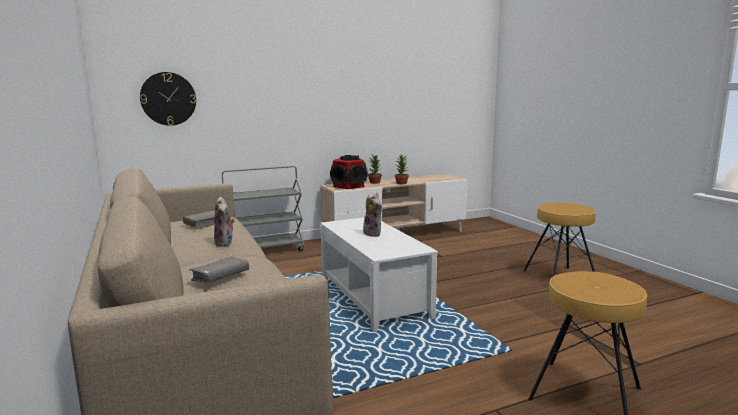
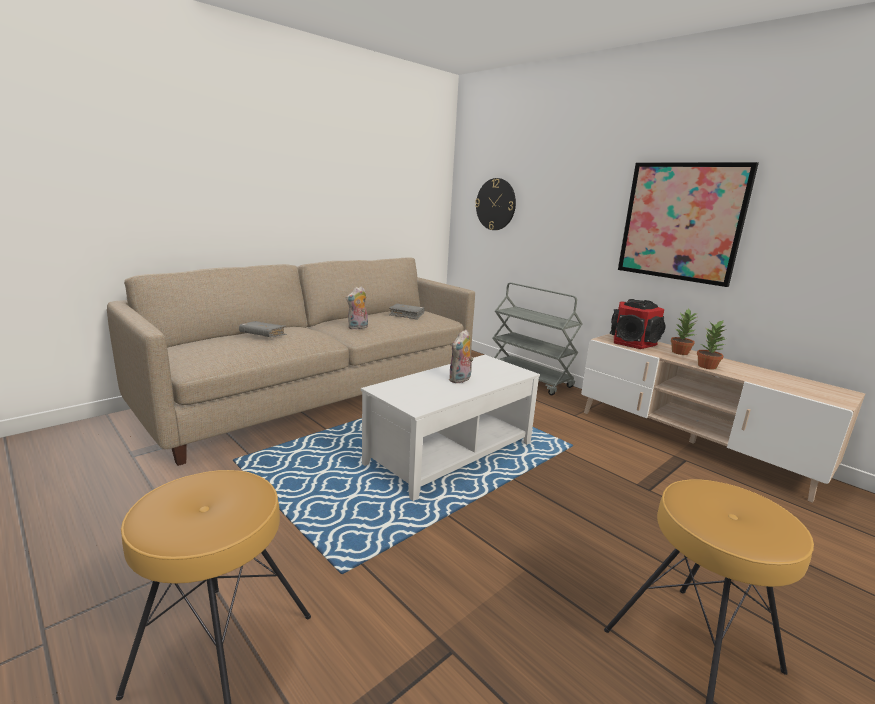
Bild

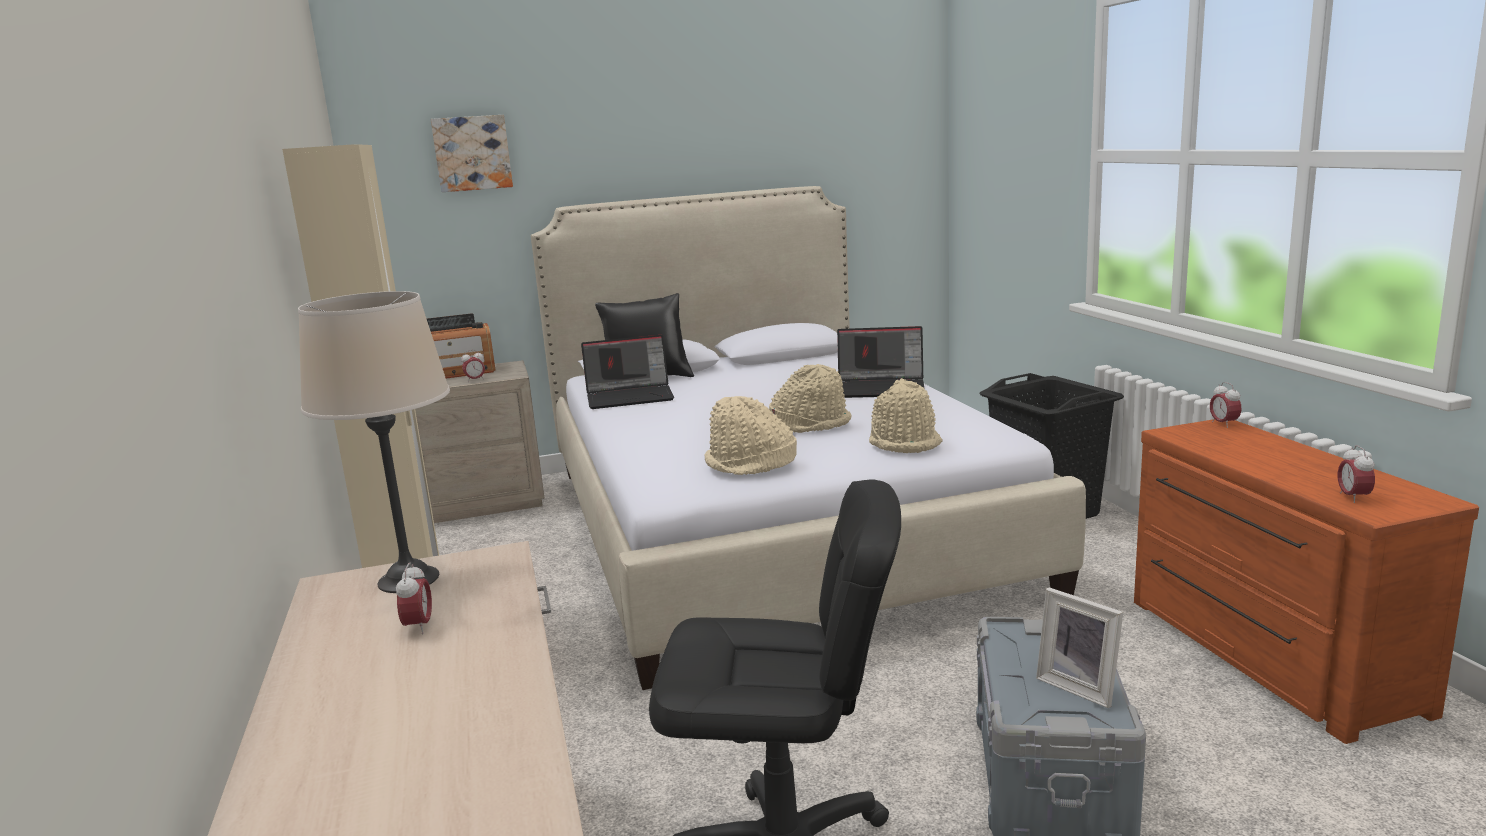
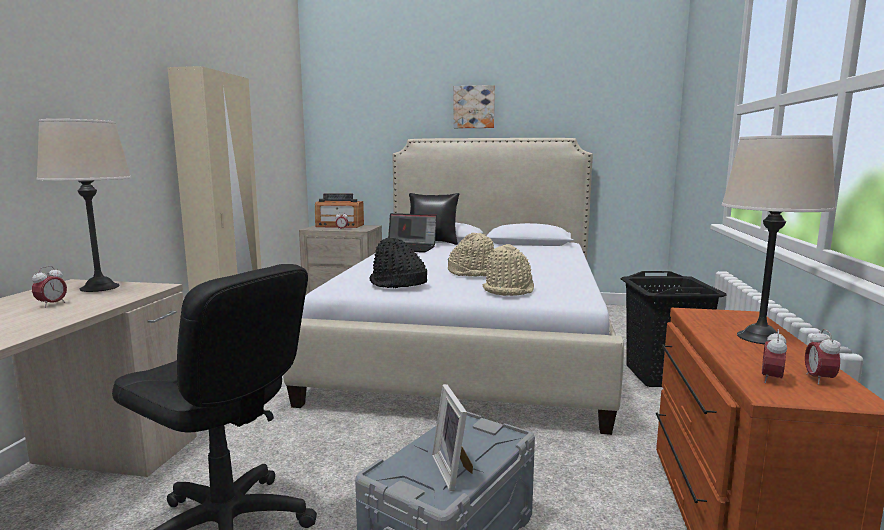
Laptop (no. 2 from left in the first image)
Tischlampe/beige (no. 2 from left)
Bild
Wecker (no. 4 from left)
Hut/schwarz

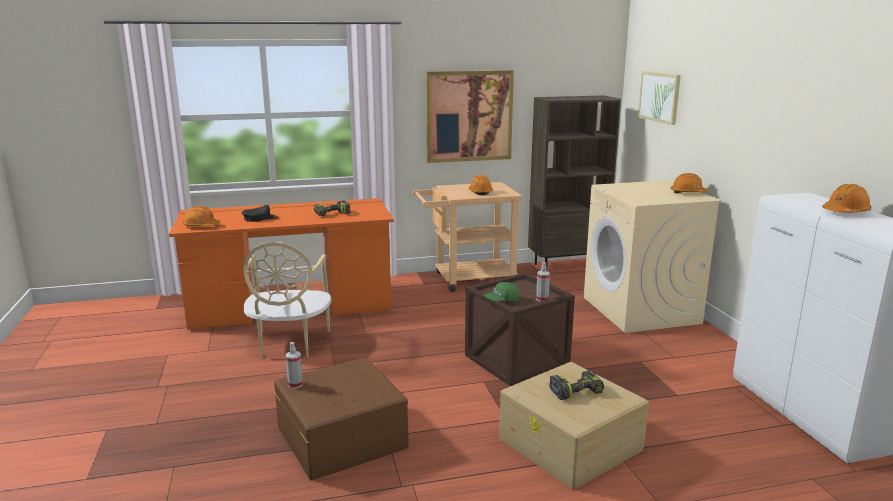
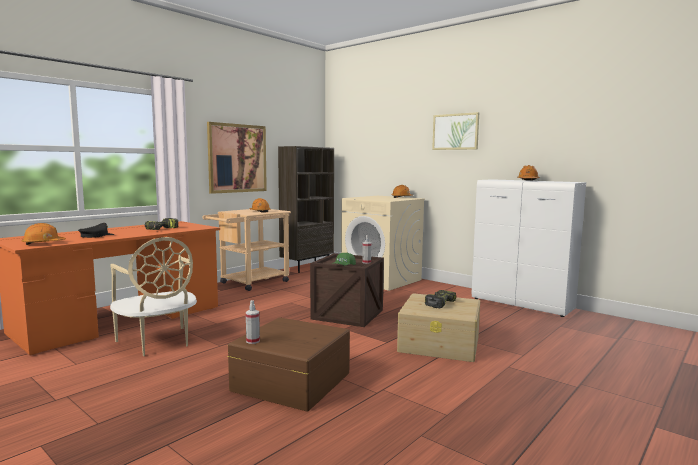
Bild (no. 2 from left)

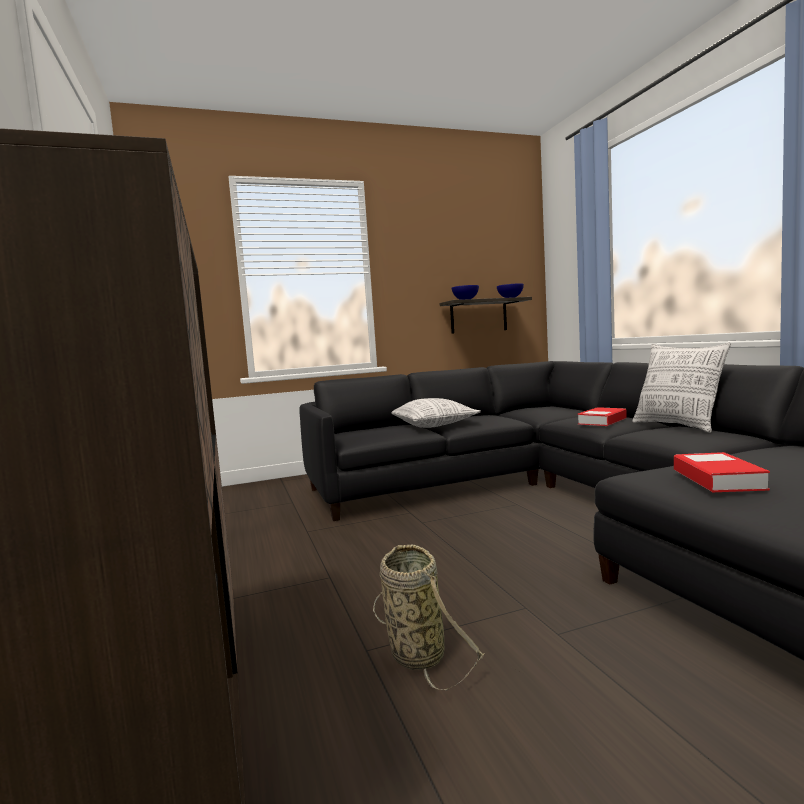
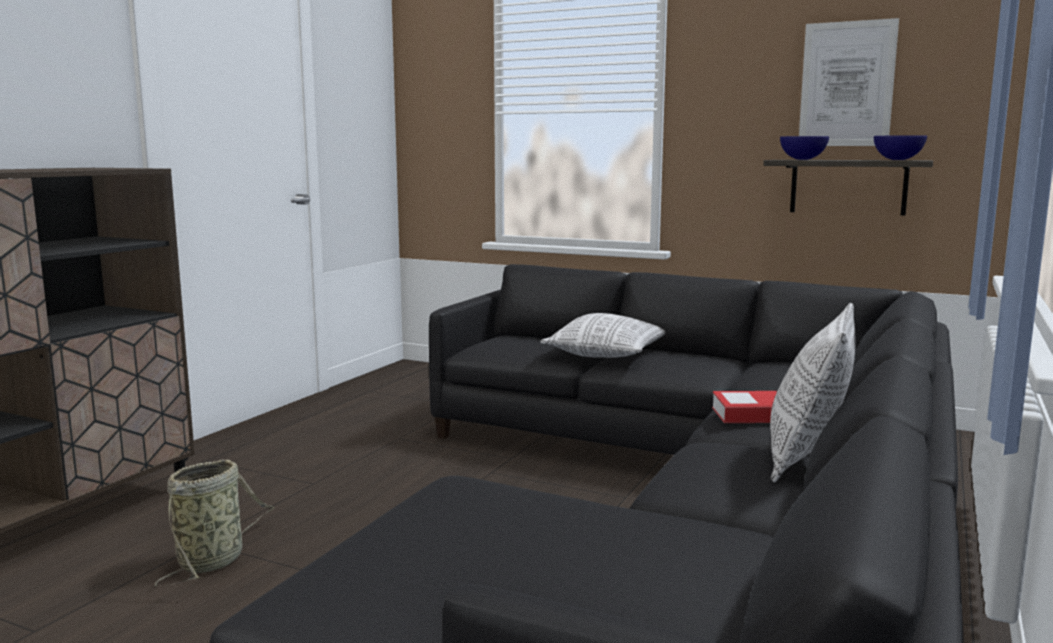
Buch (no. 2 from left in the first image)
Bild

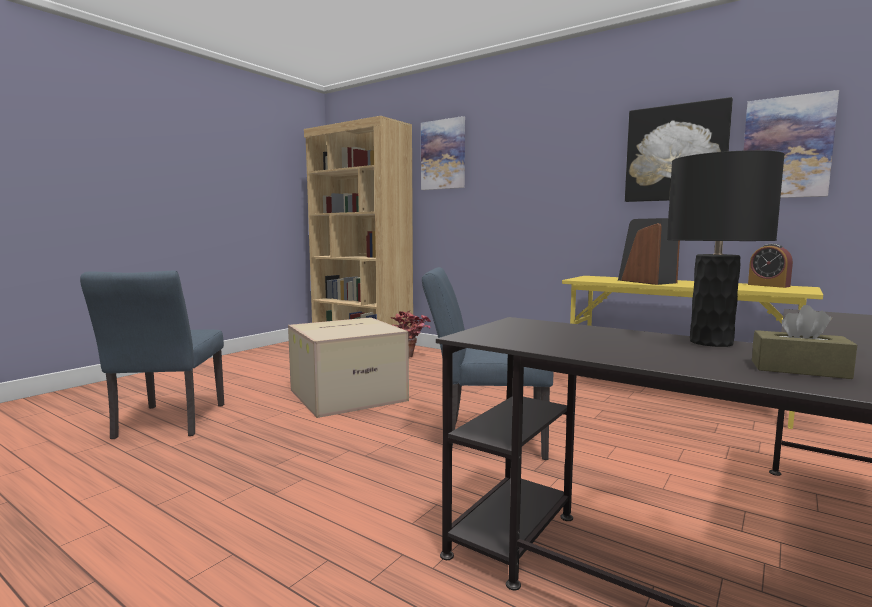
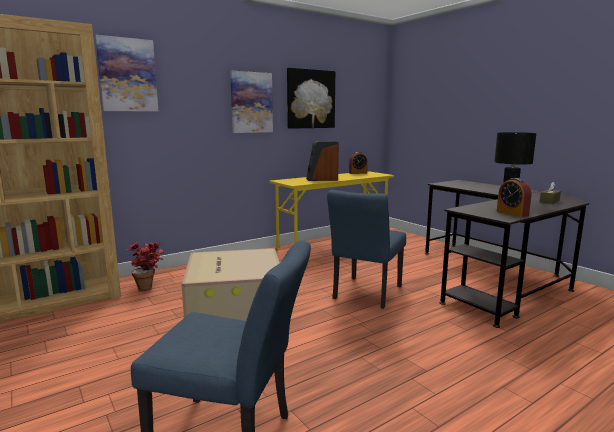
Wecker (no. 2 from left)
Bild (no. 2 from left)

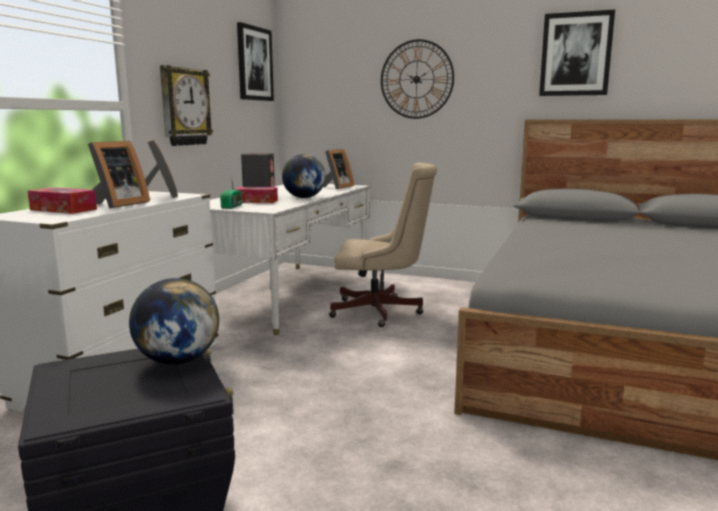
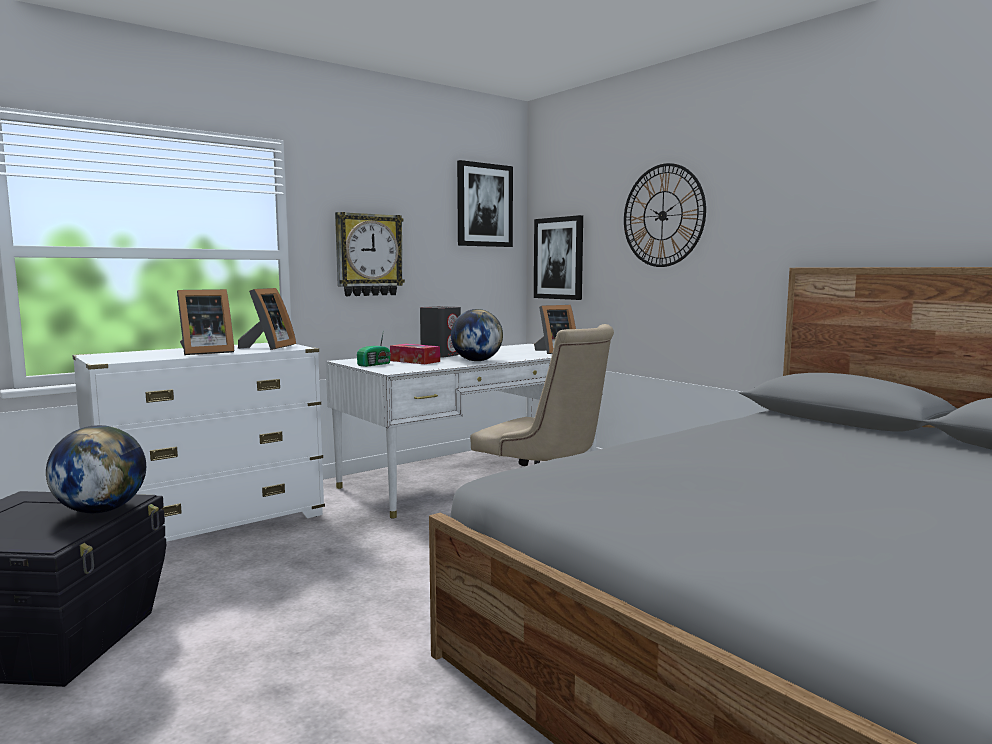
Taschentuchbox (no. 1 from left in the first image)
Bild (no. 2 from left)

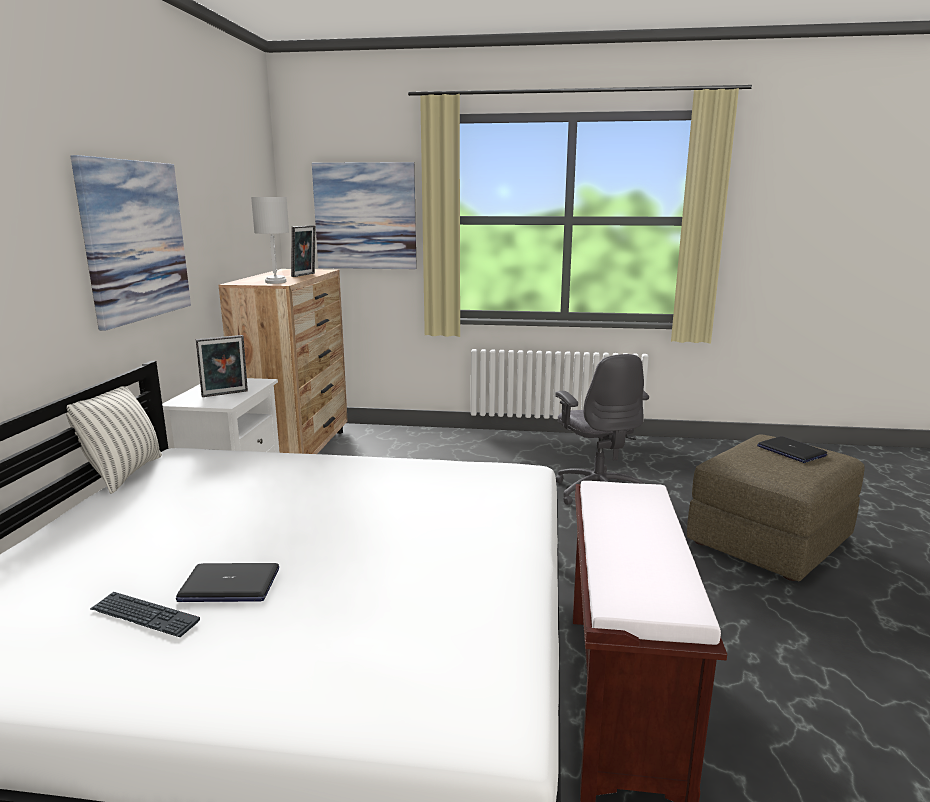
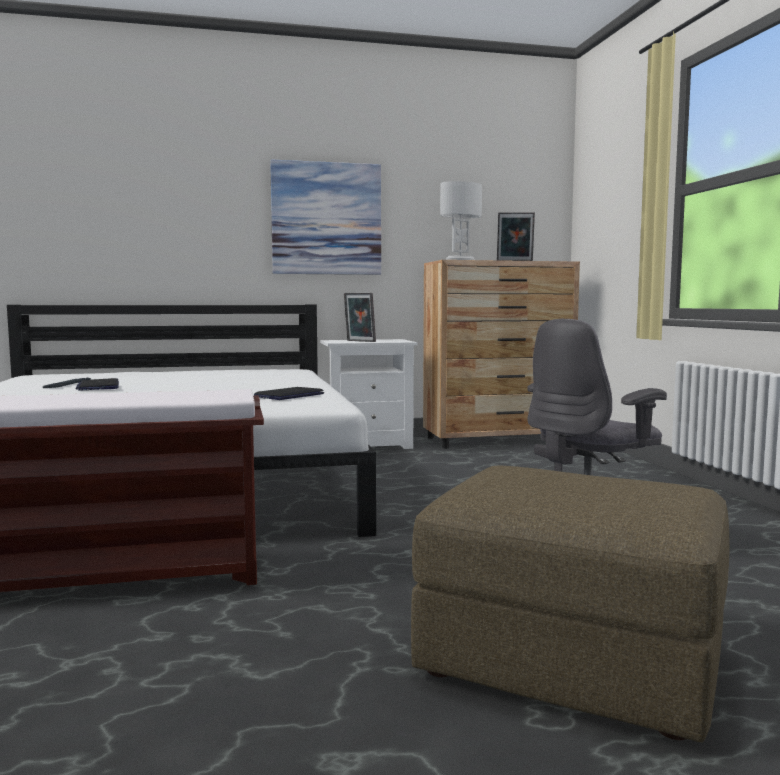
Kissen
Bild (no. 2 from left in the first image)
Laptop (no. 2 from left)

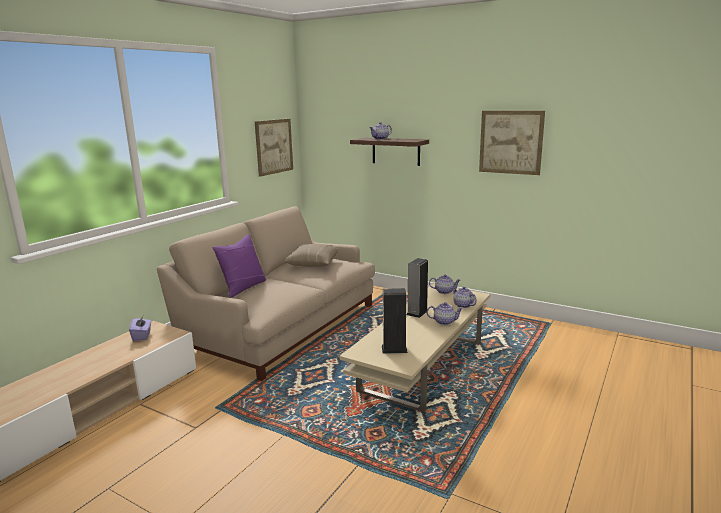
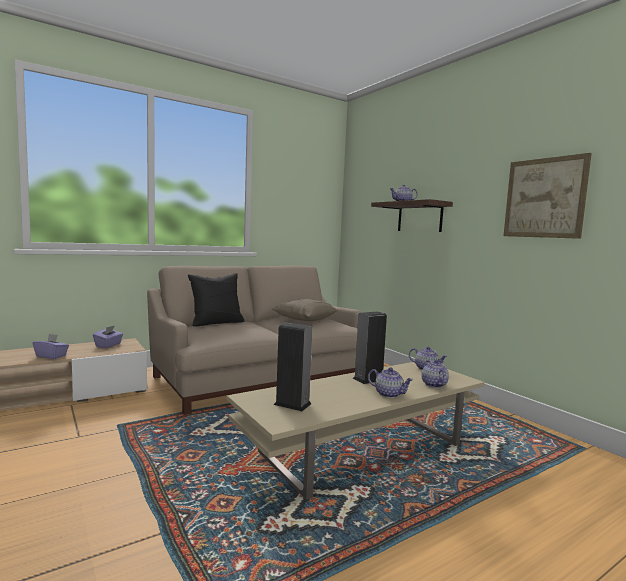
Bild (no. 1 from left in the first image)
Taschentuchbox/lila (no. 1 from left)
Kissen/schwarz

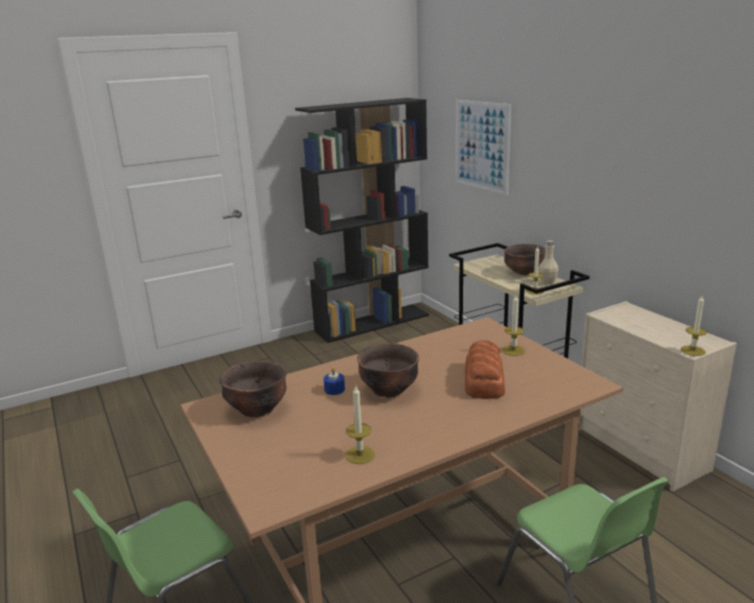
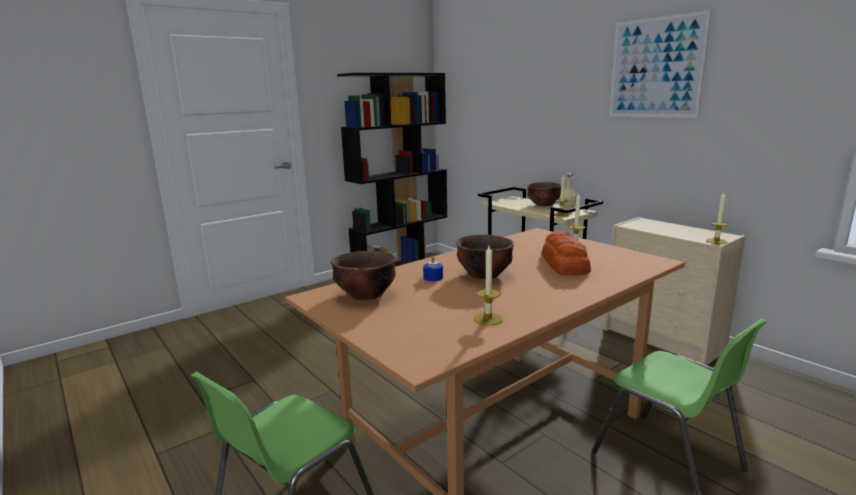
Bild

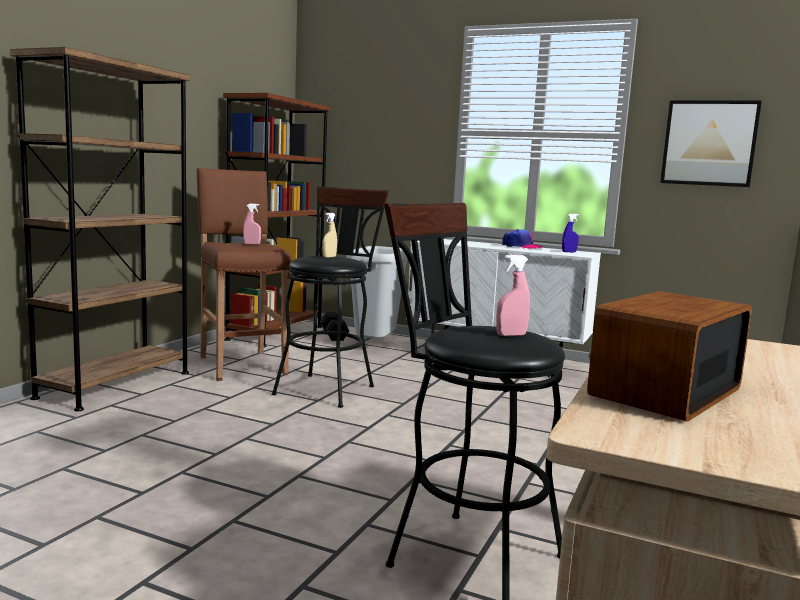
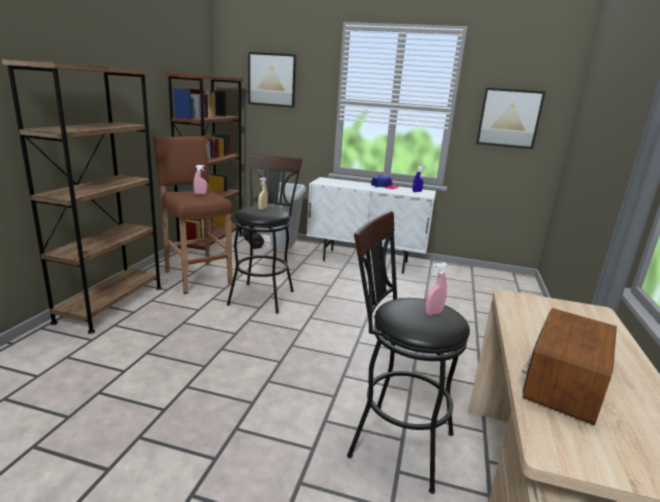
Bild (no. 1 from left)

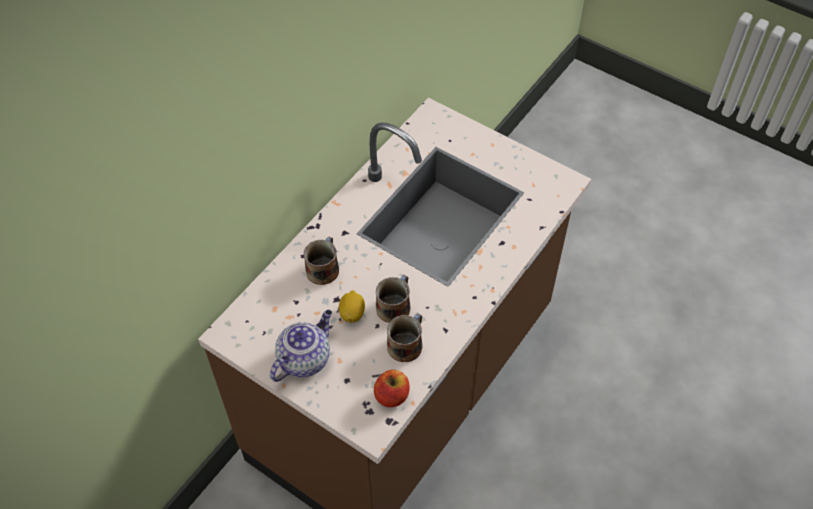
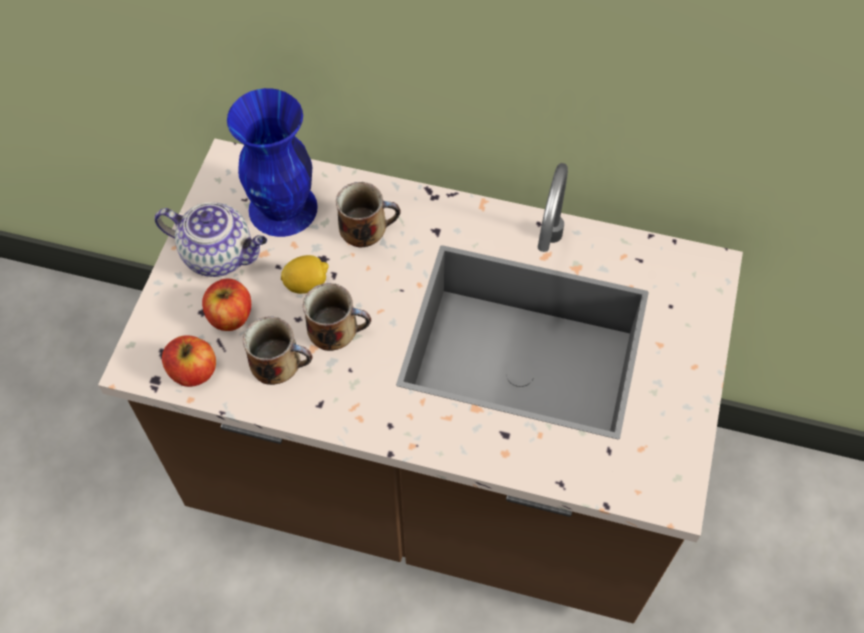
Apfel (no. 2 from left)
Vase/blau

